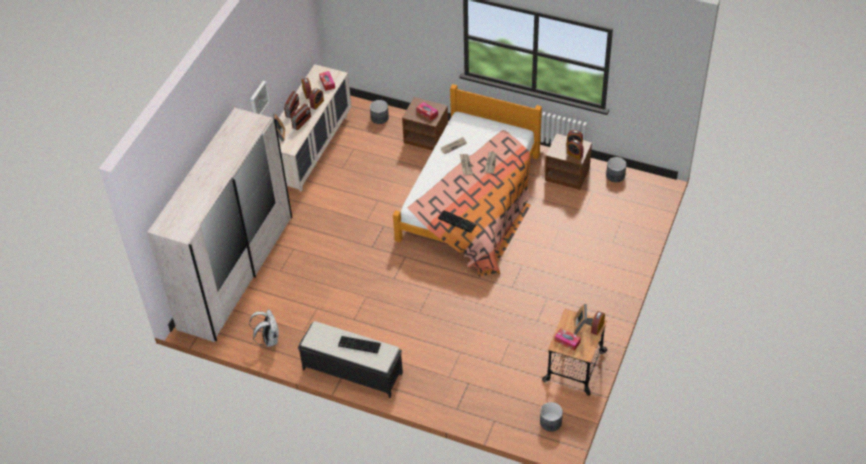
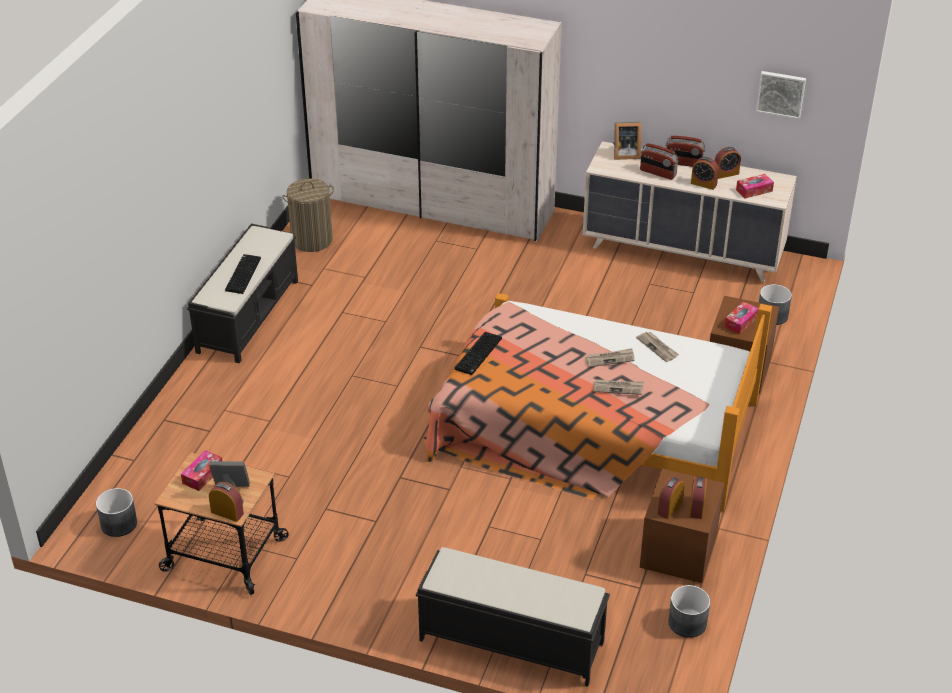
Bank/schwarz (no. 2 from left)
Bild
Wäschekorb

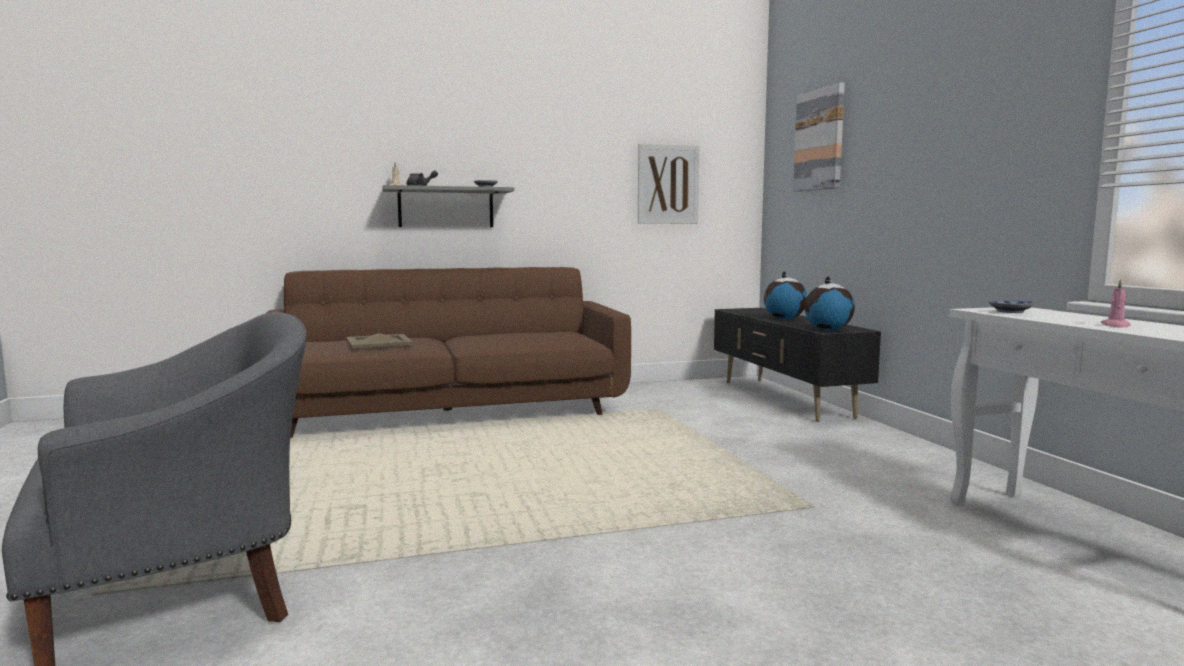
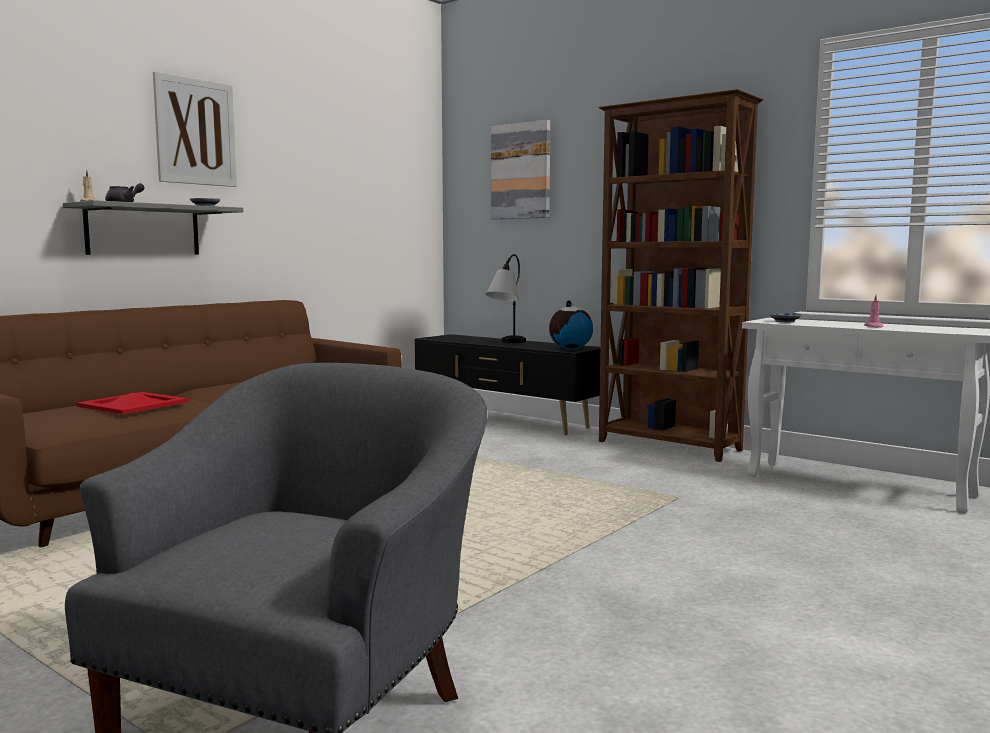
Bücherregal/braun
Bild (no. 1 from left)
Tischlampe
Tablett/rot

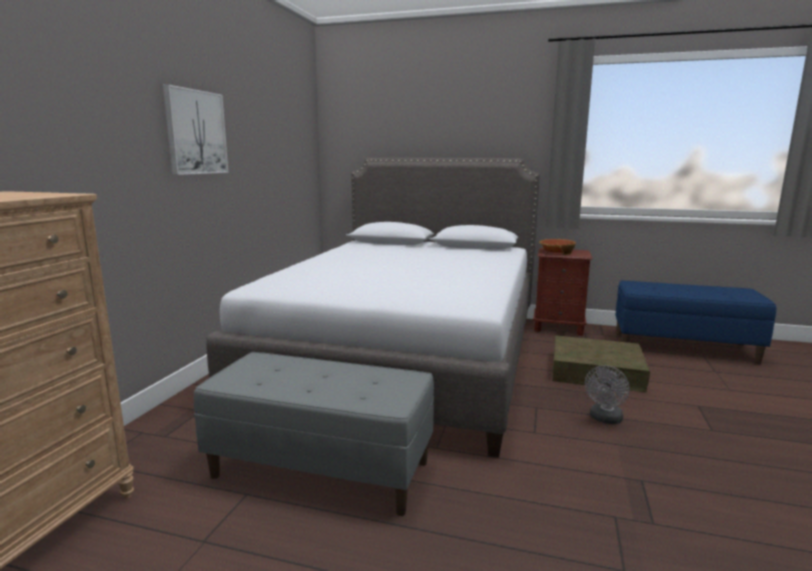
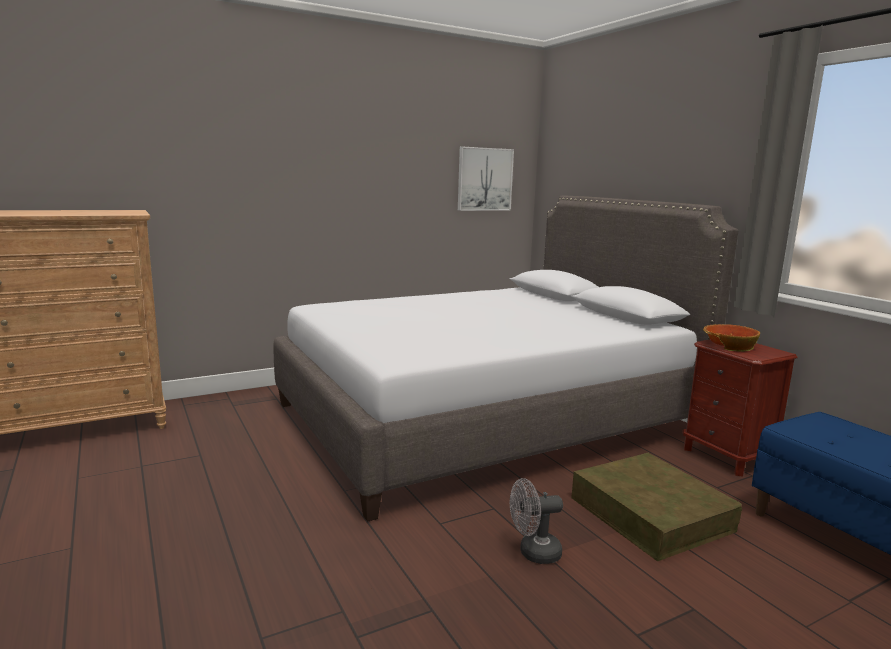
Bank/grau
Bild

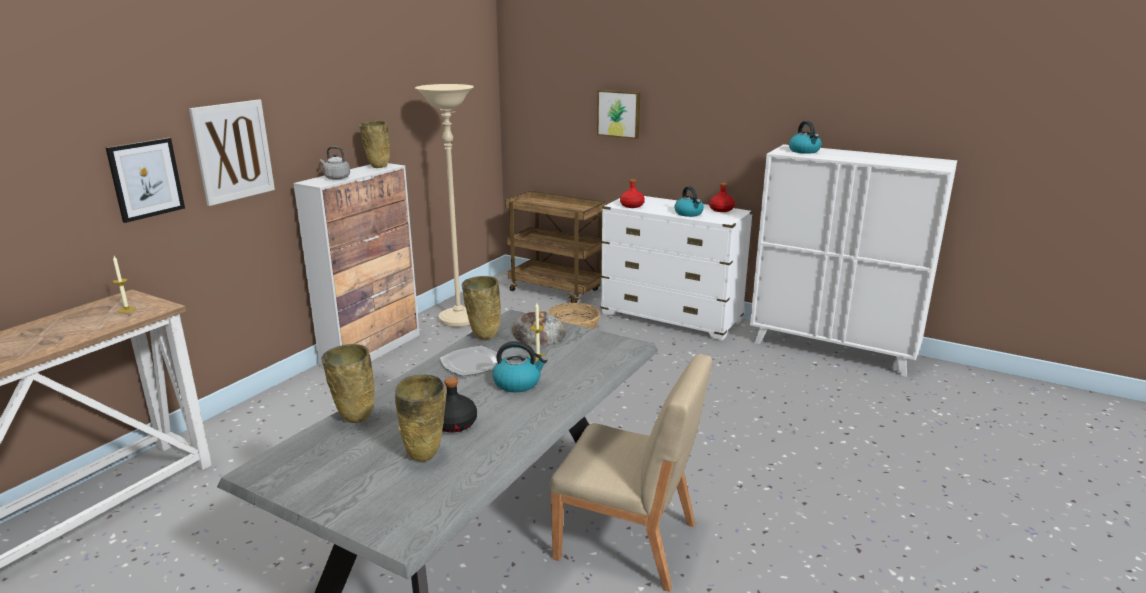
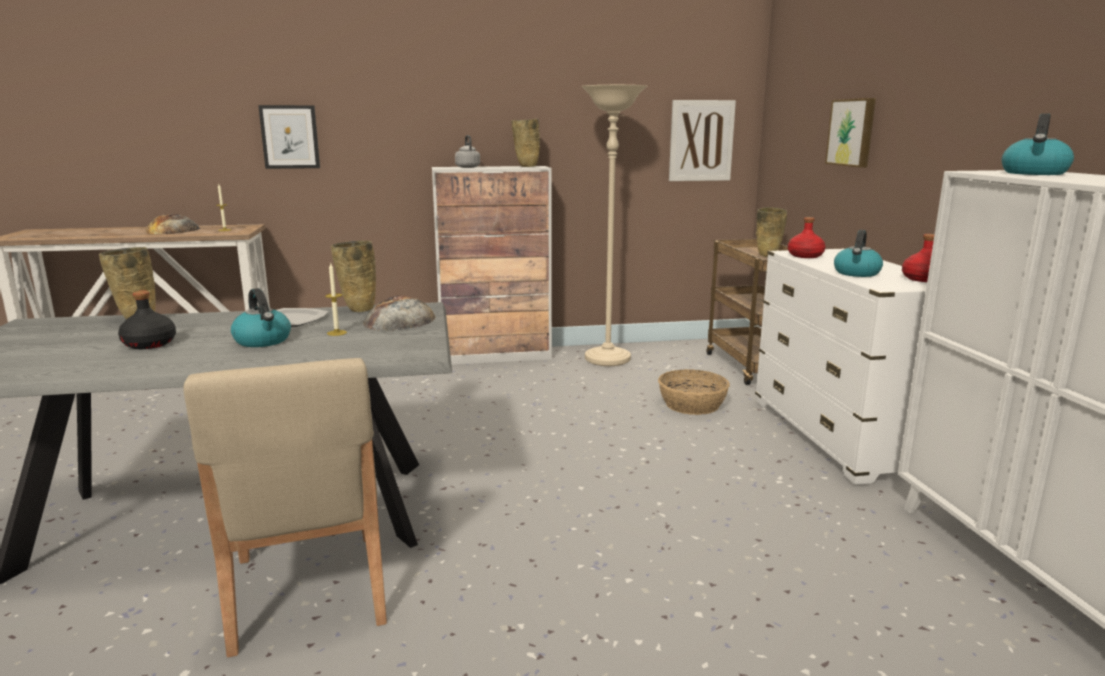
Brot (no. 1 from left)
Bild (no. 2 from left)
Vase/beige (no. 4 from left)

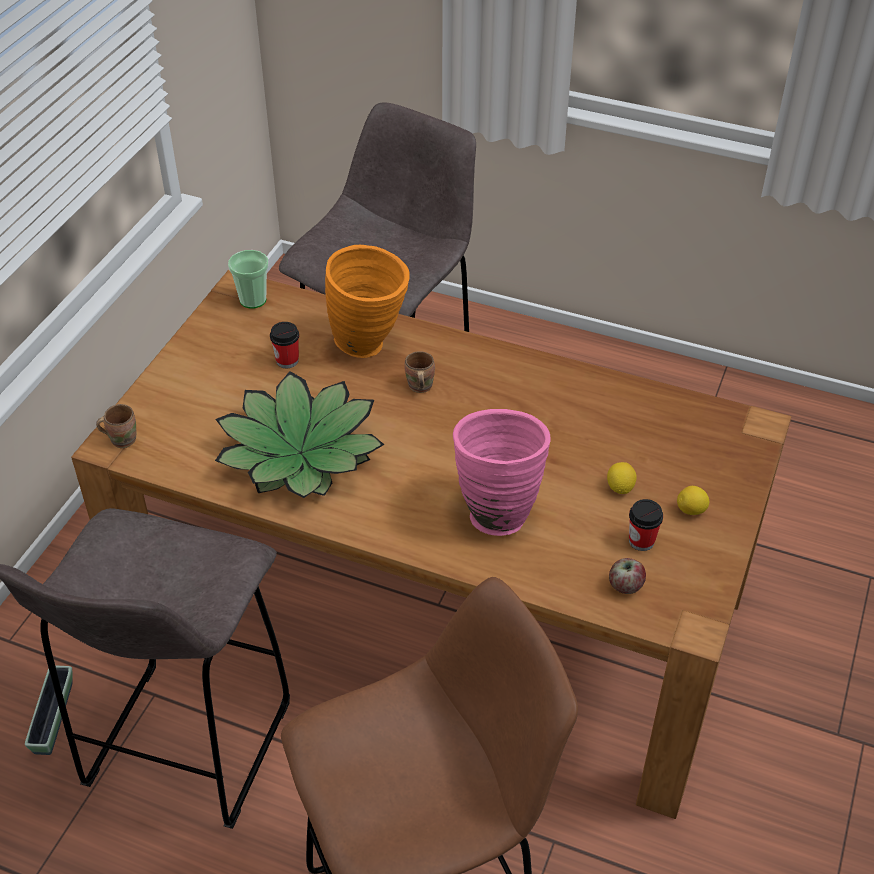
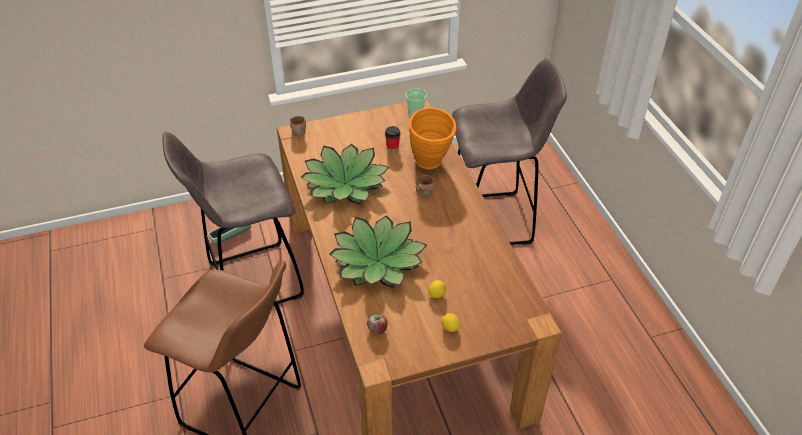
Tasse (no. 3 from left in the first image)
Topfpflanze (no. 2 from left)

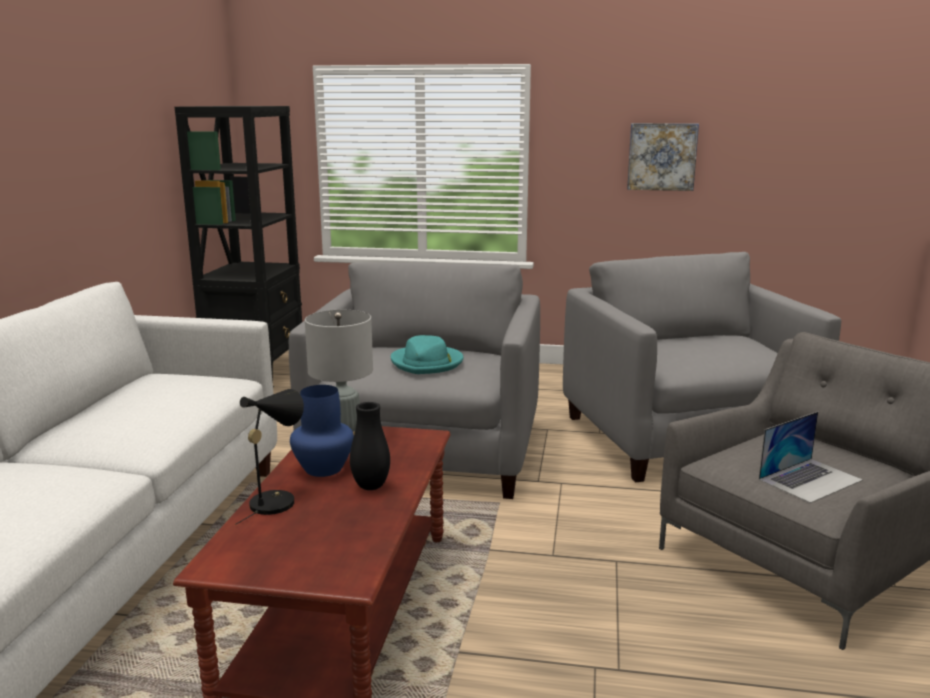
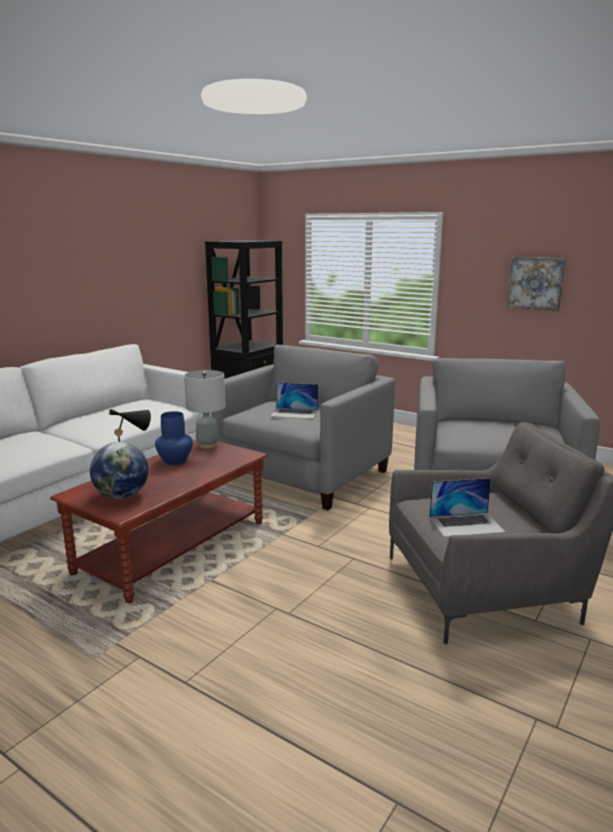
Vase/schwarz
Globus
Laptop (no. 1 from left)

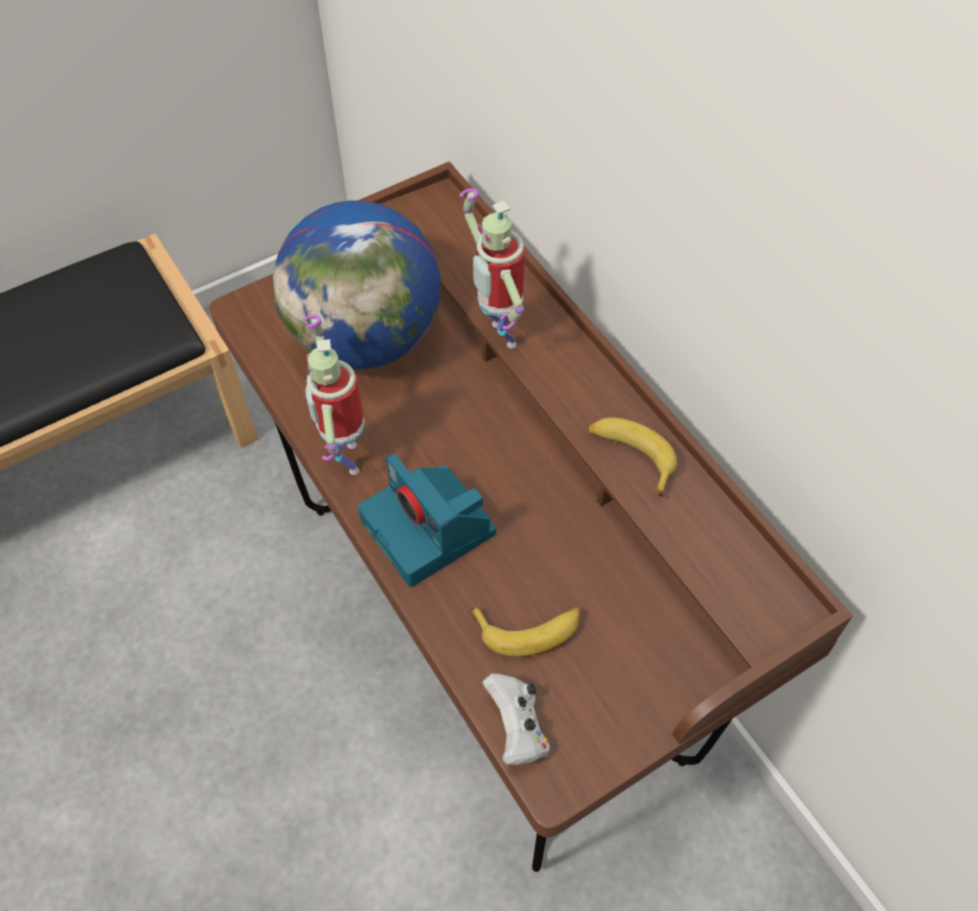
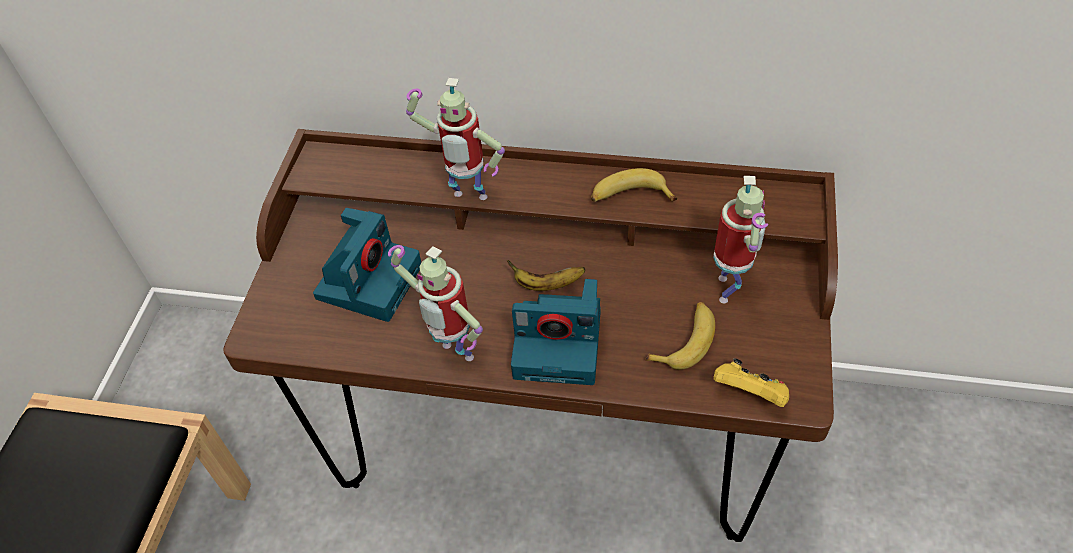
Banane (no. 1 from left)
Spielzeugroboter (no. 3 from left)
Kamera (no. 1 from left)
Gamepad/gelb

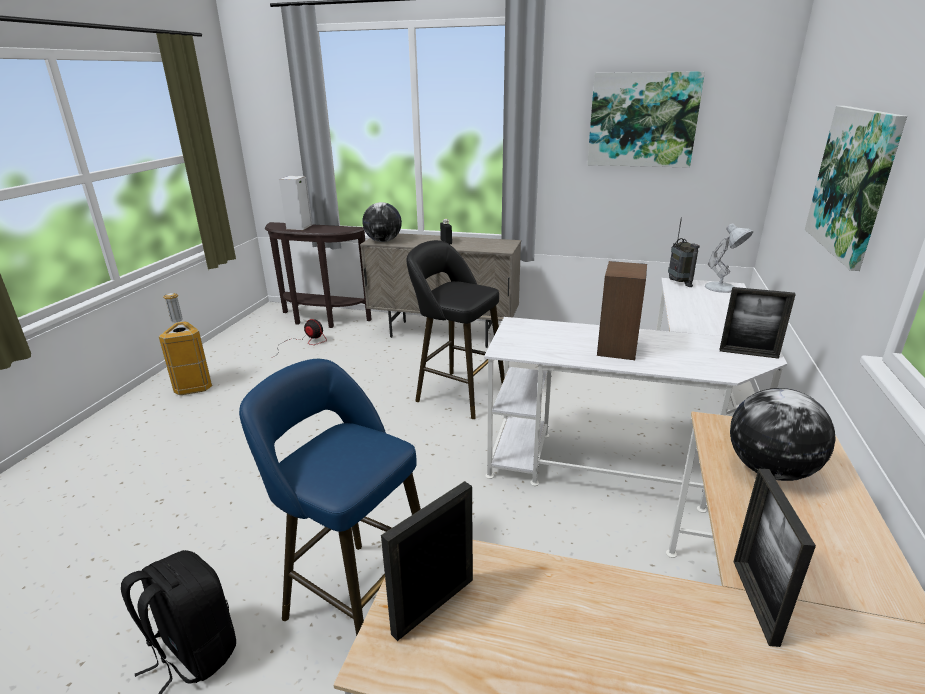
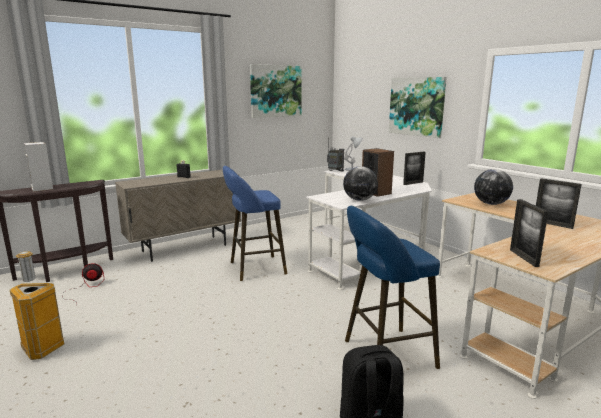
Globus (no. 1 from left)
Hocker/blau (no. 1 from left)

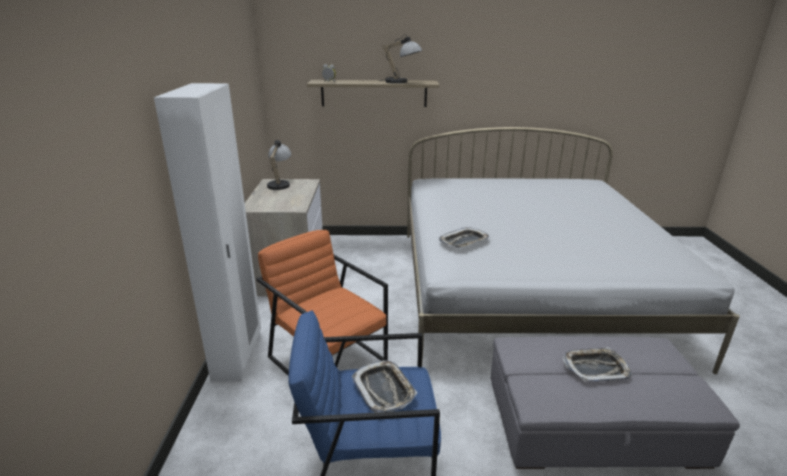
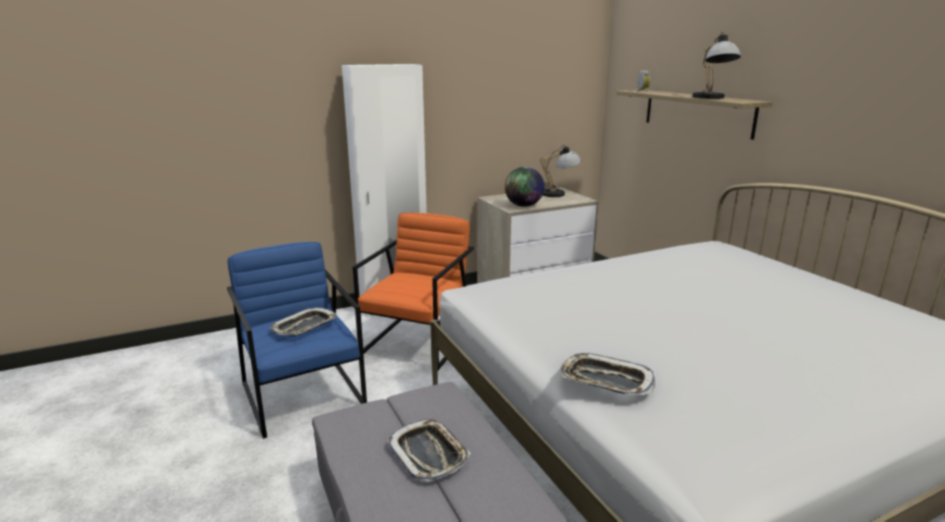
Globus
Tablett (no. 3 from left)

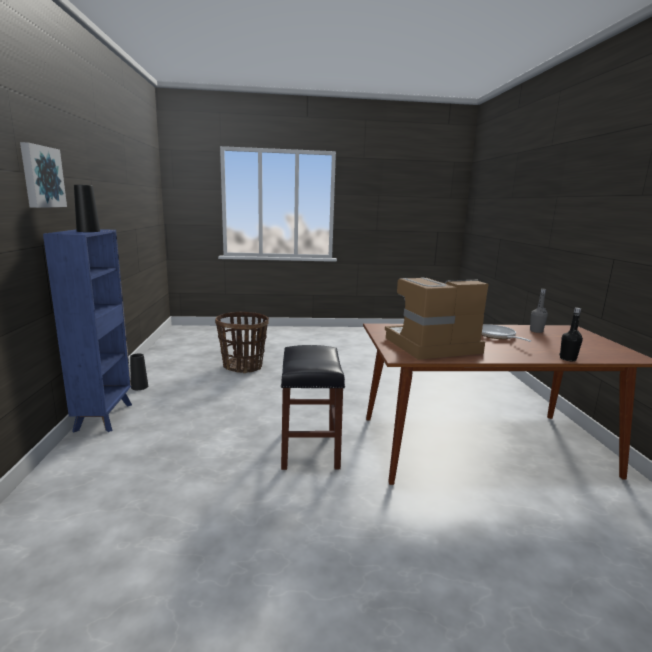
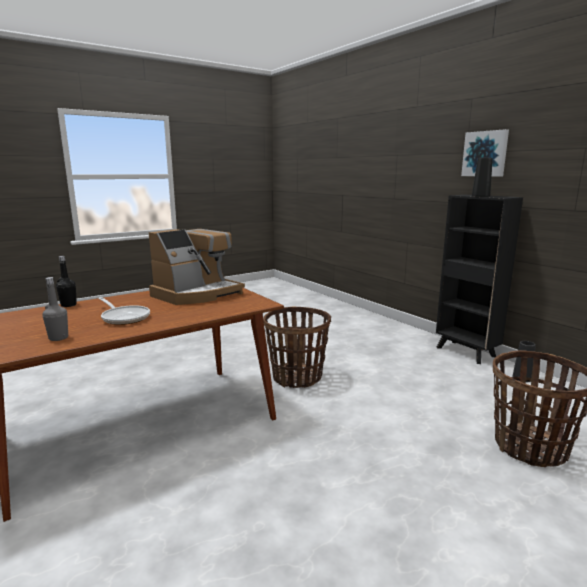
Korb (no. 1 from left)
Bücherregal/schwarz

